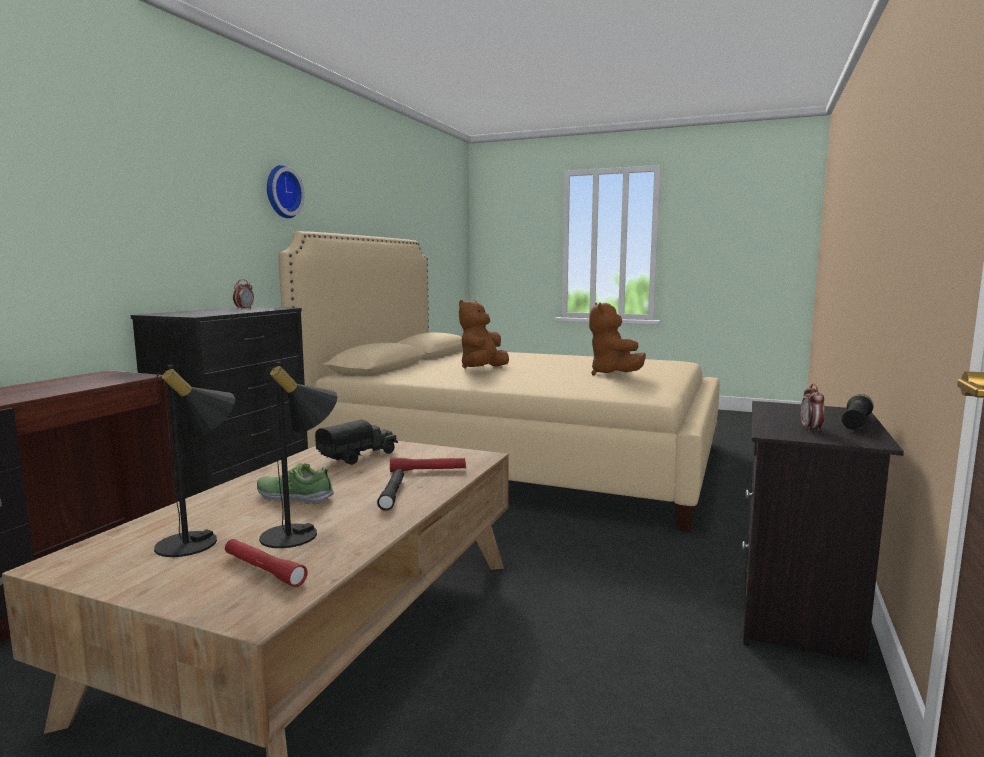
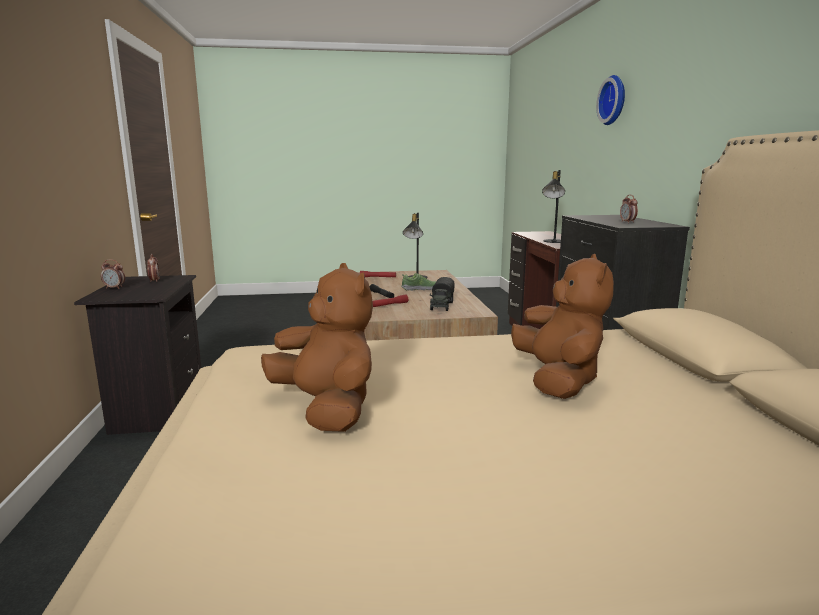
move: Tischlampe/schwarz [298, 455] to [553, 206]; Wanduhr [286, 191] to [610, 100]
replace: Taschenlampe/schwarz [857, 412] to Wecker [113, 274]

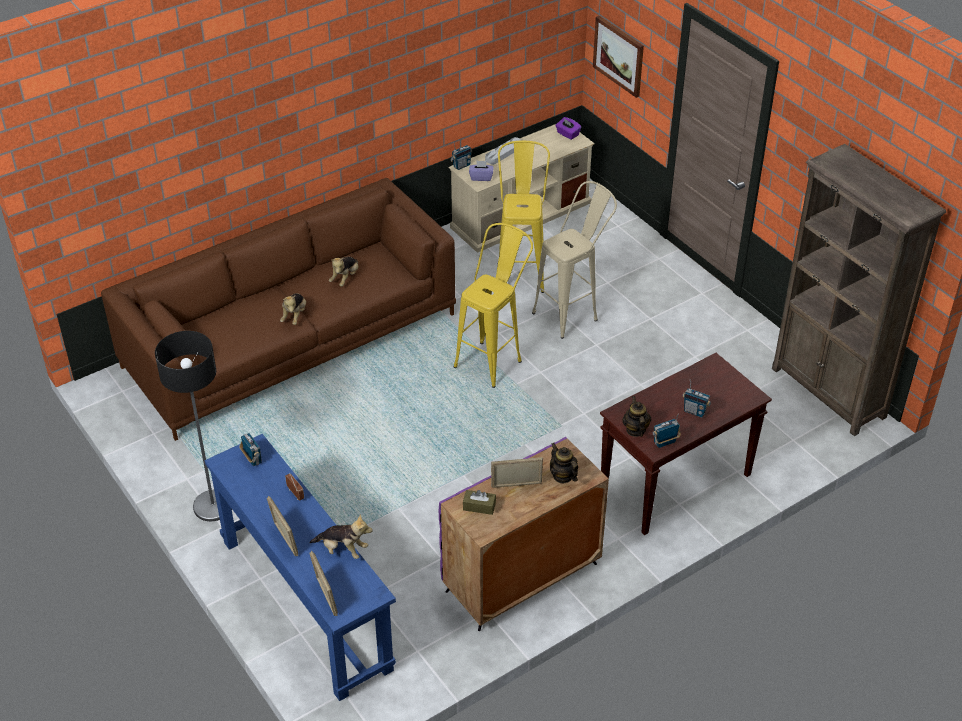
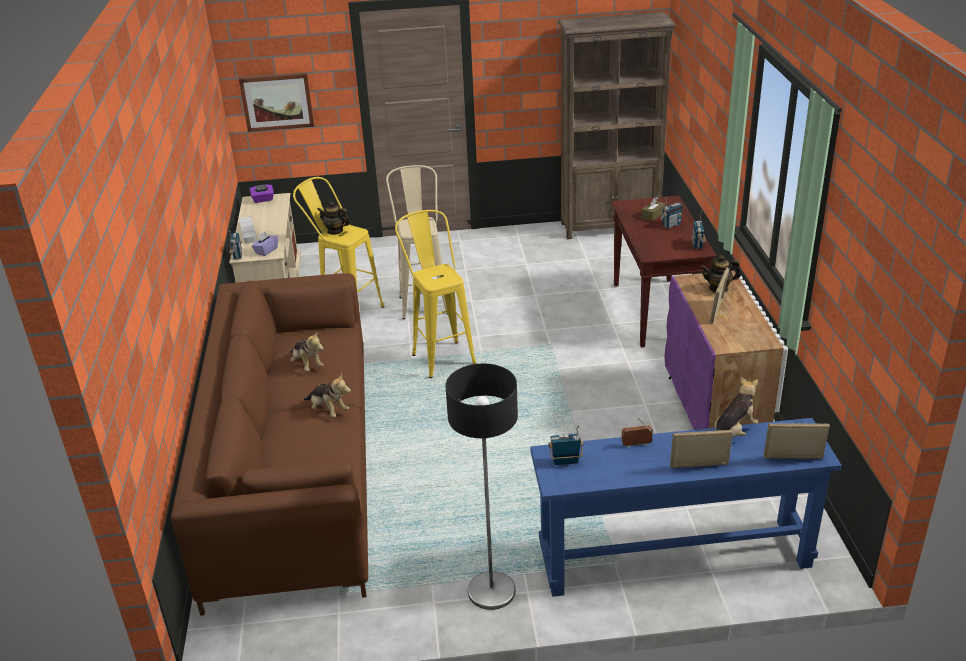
move: Teekanne [636, 416] to [333, 218]; Taschentuchbox/braun [479, 502] to [653, 209]

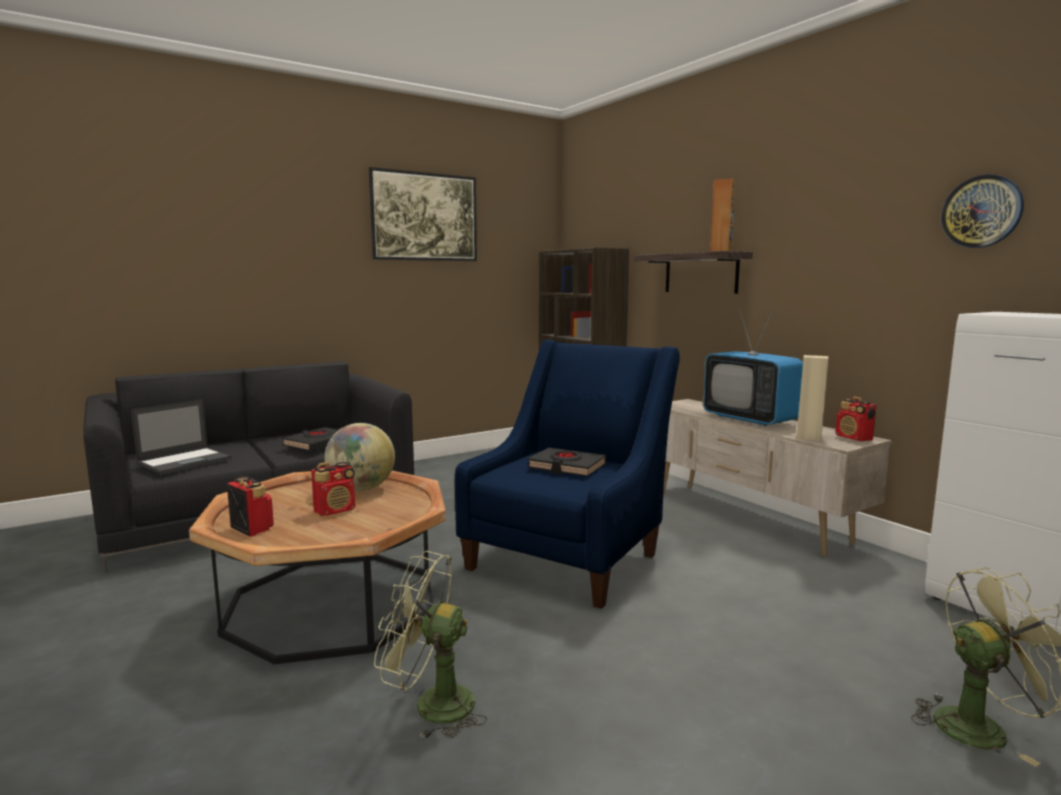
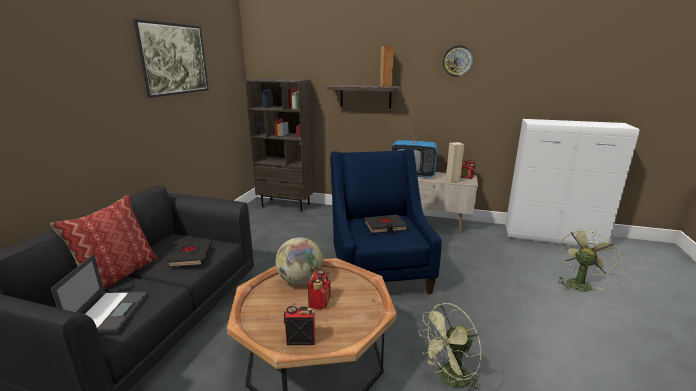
insert: Kissen [104, 242]
move: Wanduhr [982, 211] to [457, 61]

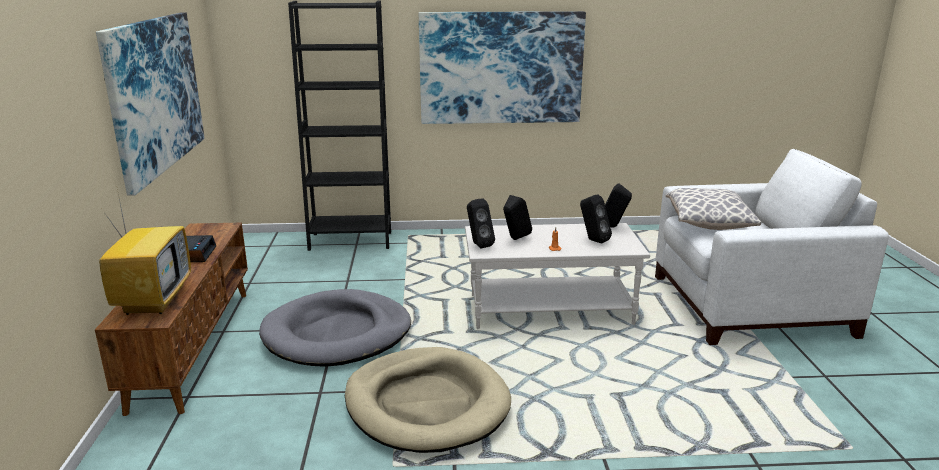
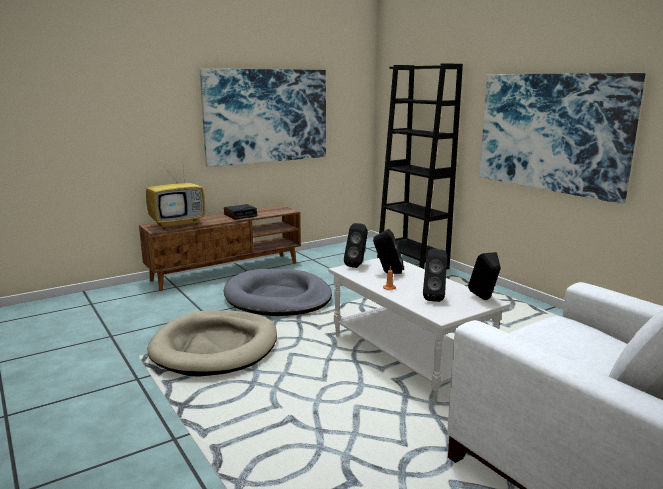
delete: Kissen [713, 209]

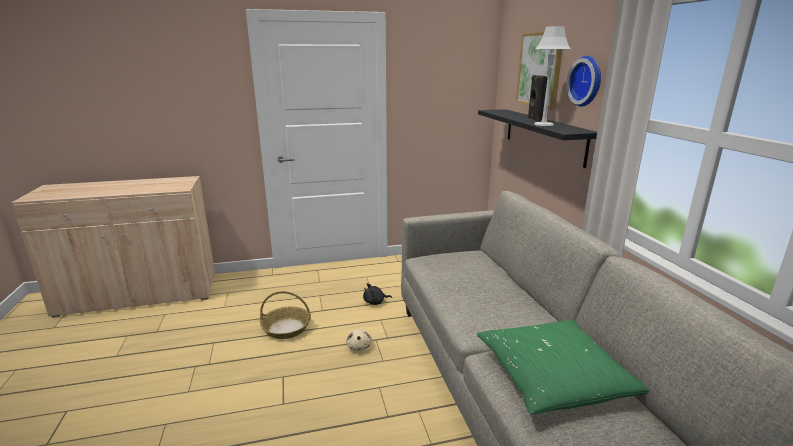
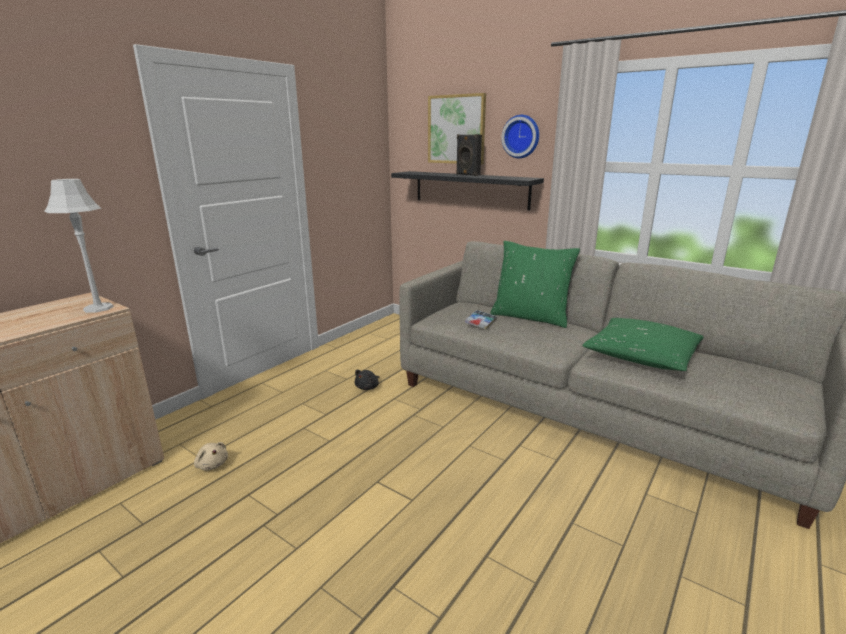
delete: Korb [285, 315]
insert: Buch [481, 319]; Kissen/grün [535, 284]
move: Tischlampe/grau [552, 76] to [79, 246]; Plüschtier/beige [359, 340] to [211, 456]

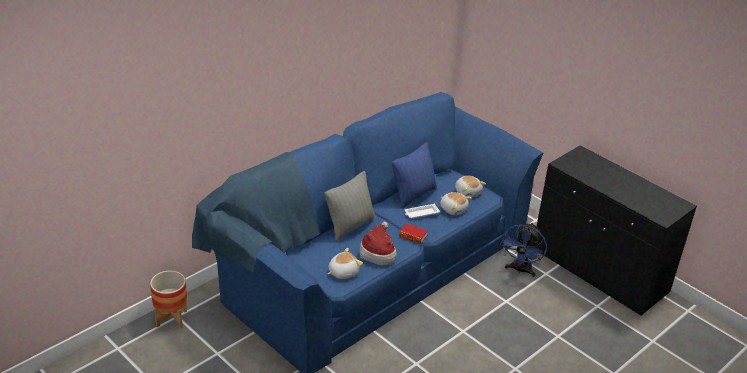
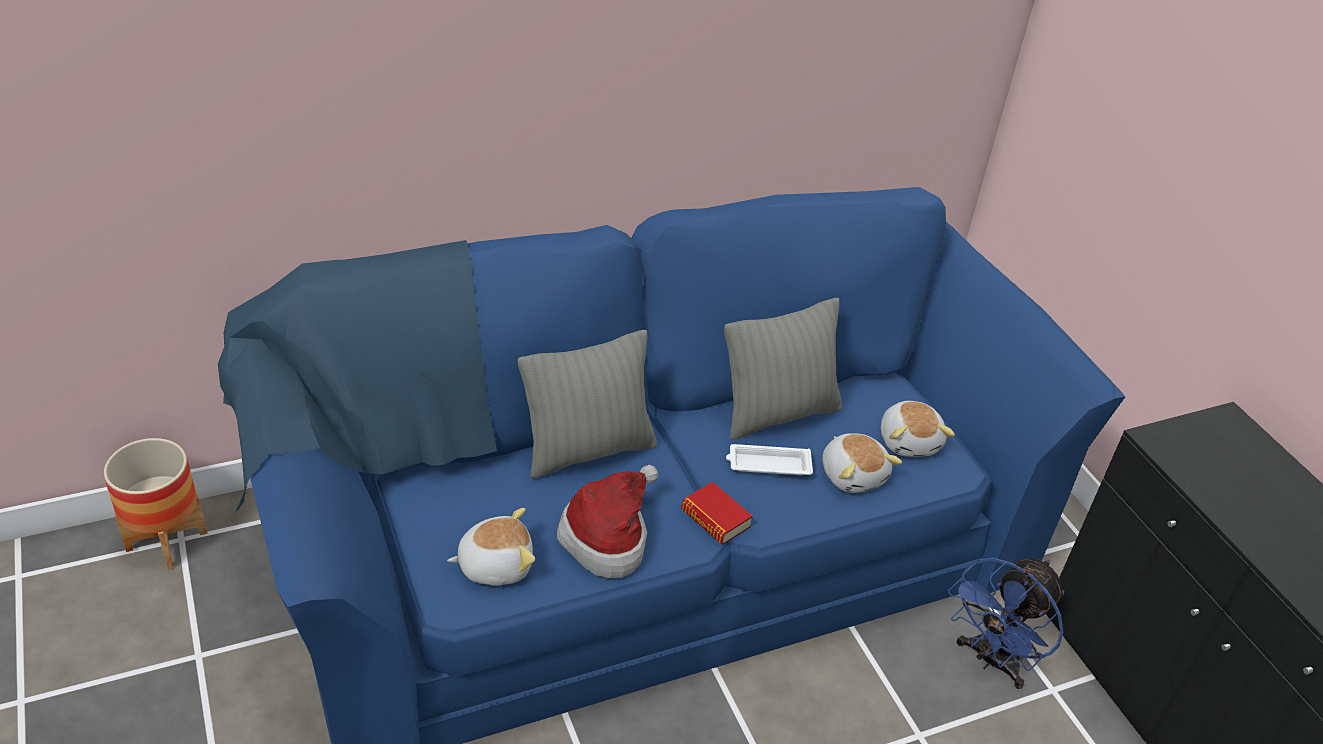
recolor: Kissen/blau [414, 175] to Kissen/grau [783, 369]

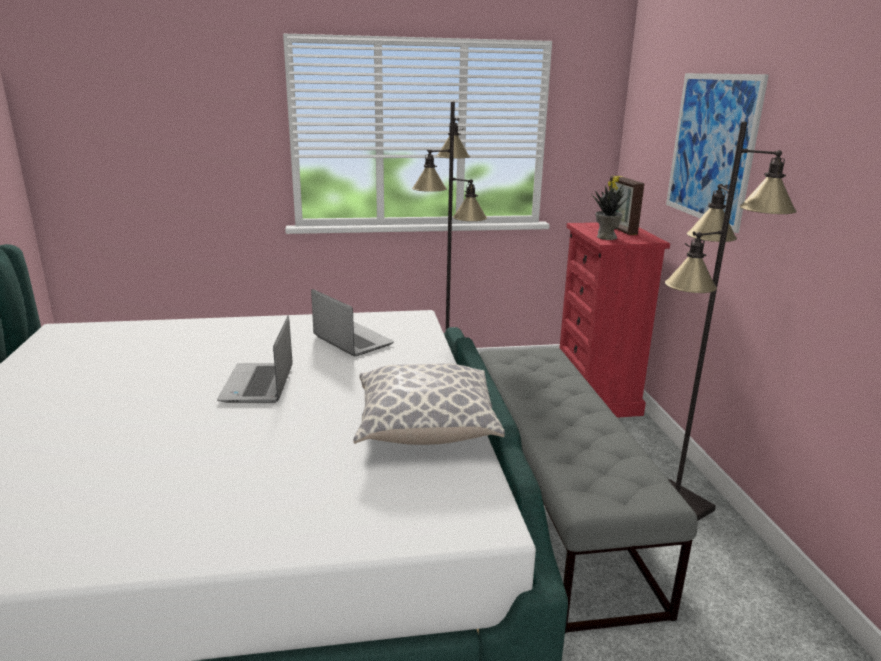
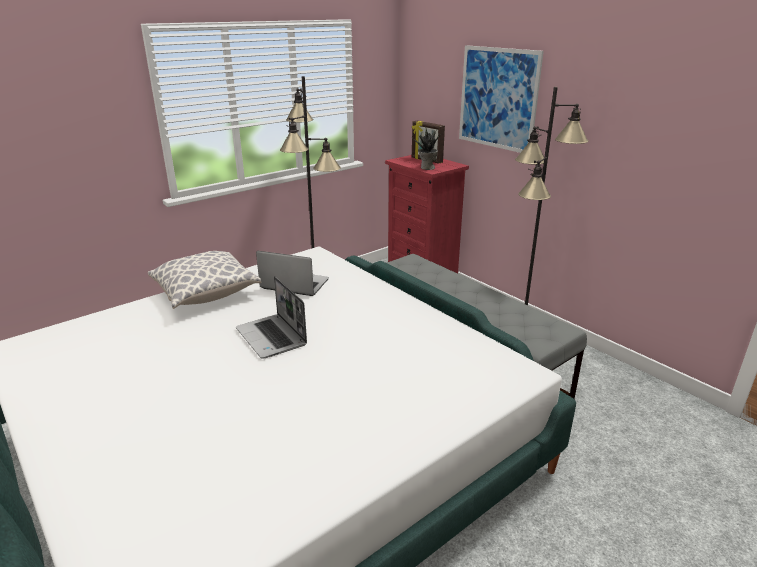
move: Kissen [429, 404] to [204, 280]

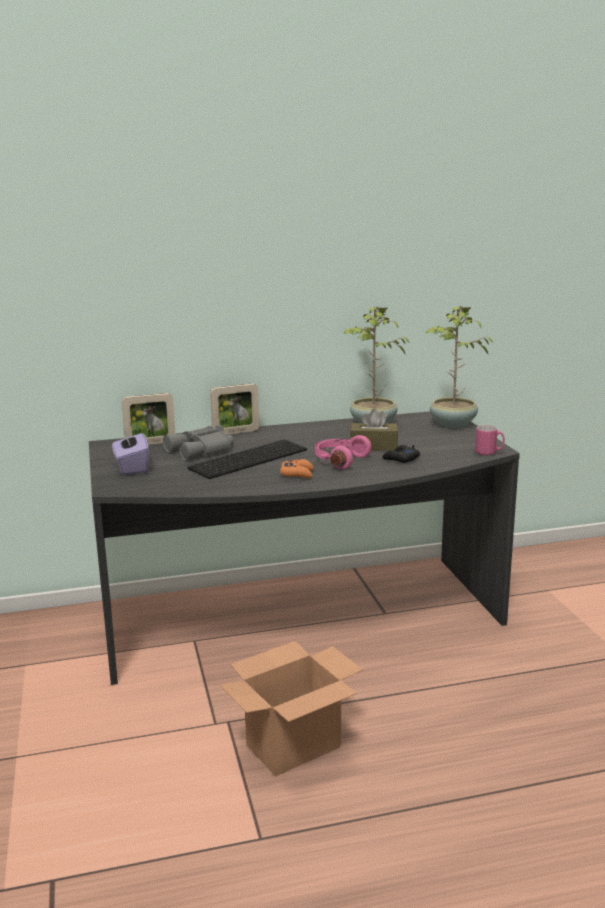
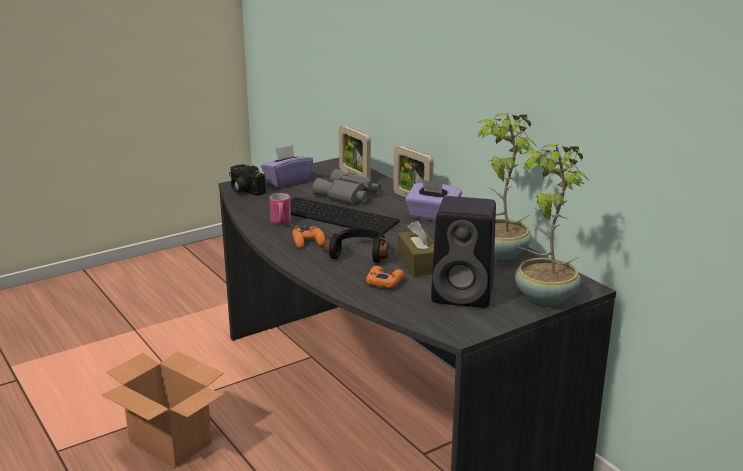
insert: Kamera [247, 180]; Taschentuchbox/lila [433, 200]; Lautsprecher/schwarz [463, 252]
move: Henkelbecher/rosa [490, 440] to [280, 208]
recolor: Kopfhörer/rosa [343, 452] to Kopfhörer/schwarz [356, 245]; Gamepad/schwarz [401, 454] to Gamepad/orange [385, 277]

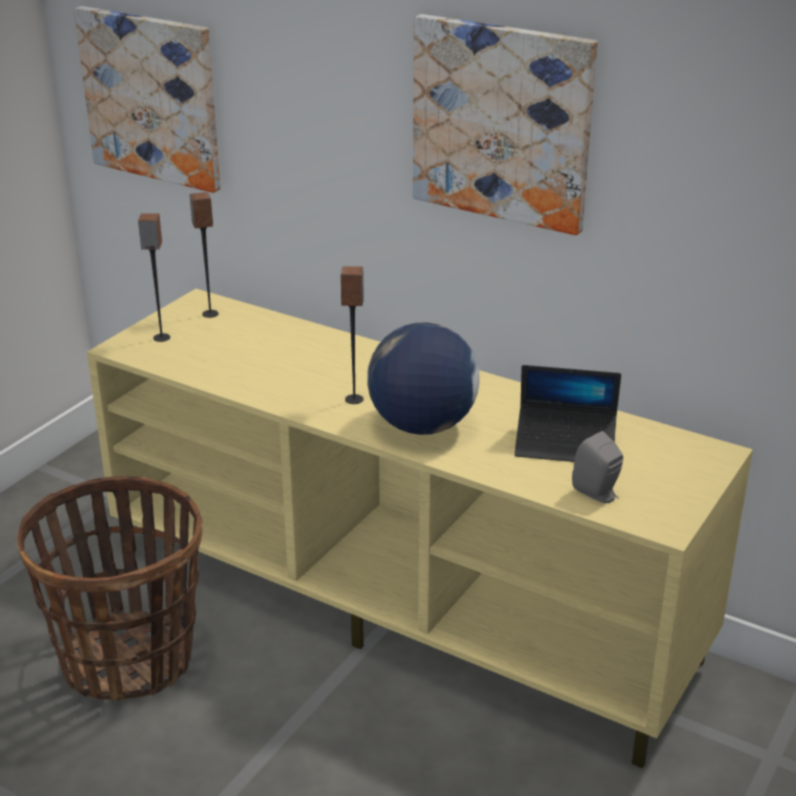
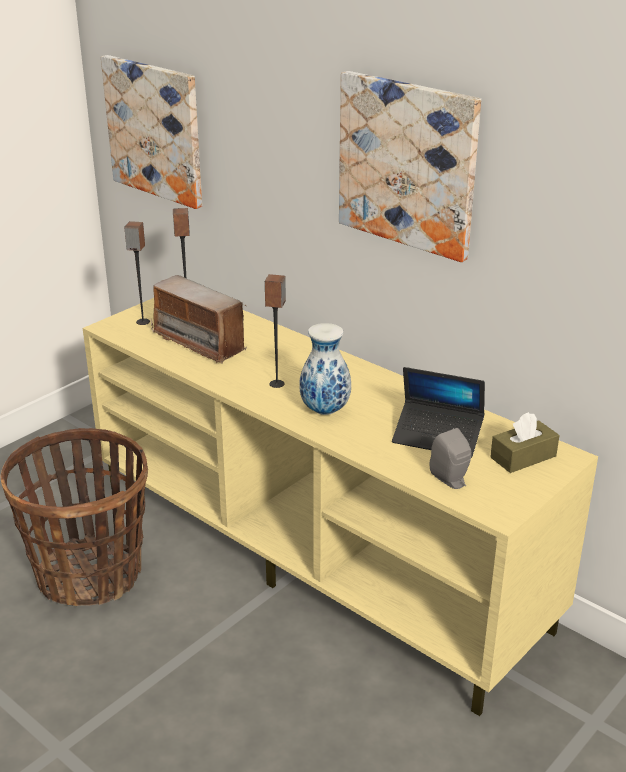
insert: Radio [199, 319]; Taschentuchbox/braun [524, 442]
replace: Globus [423, 378] to Vase [325, 369]

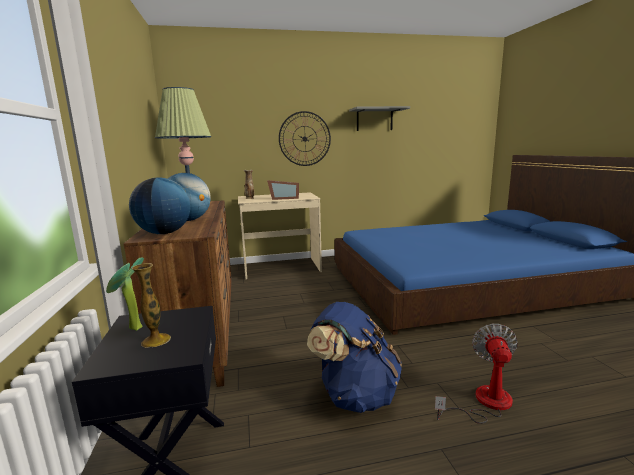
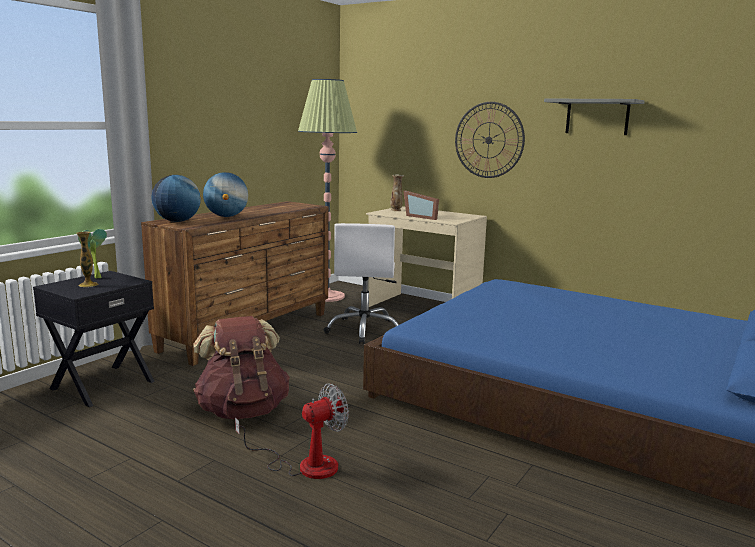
insert: Bürostuhl/weiß [361, 283]
recolor: Rucksack/blau [354, 357] to Rucksack/braun [241, 367]

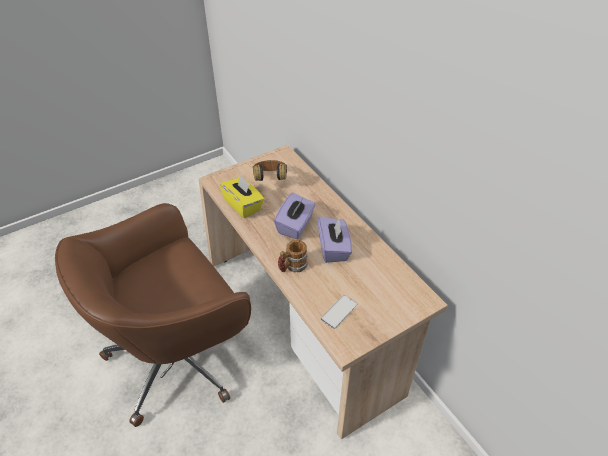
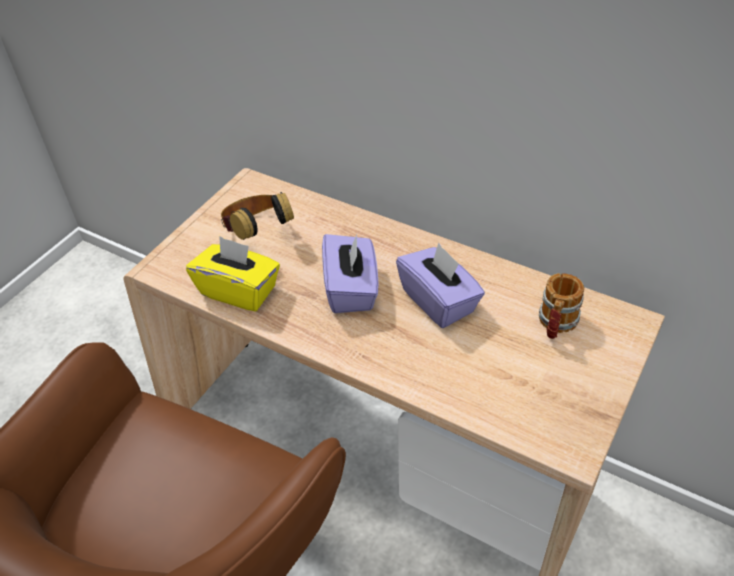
delete: Handy [339, 312]
move: Henkelbecher [293, 256] to [561, 306]

